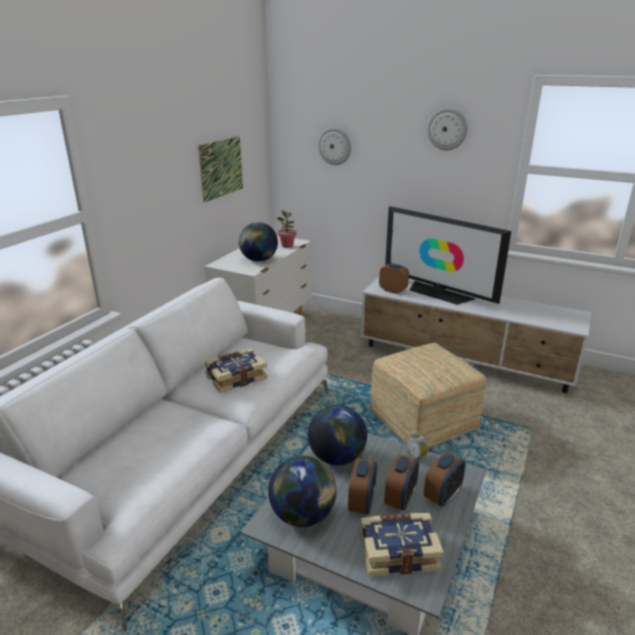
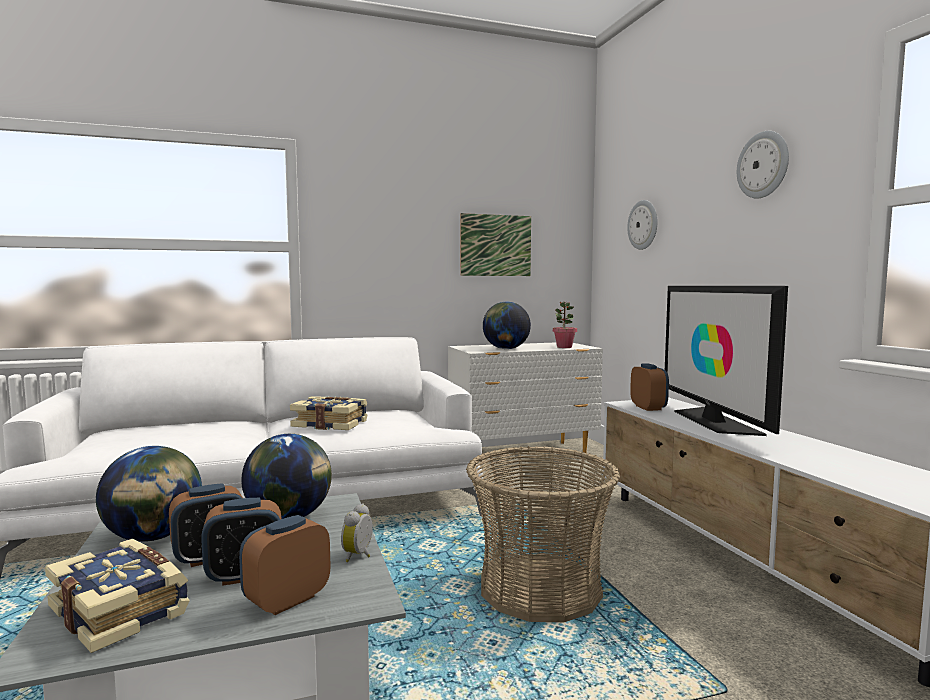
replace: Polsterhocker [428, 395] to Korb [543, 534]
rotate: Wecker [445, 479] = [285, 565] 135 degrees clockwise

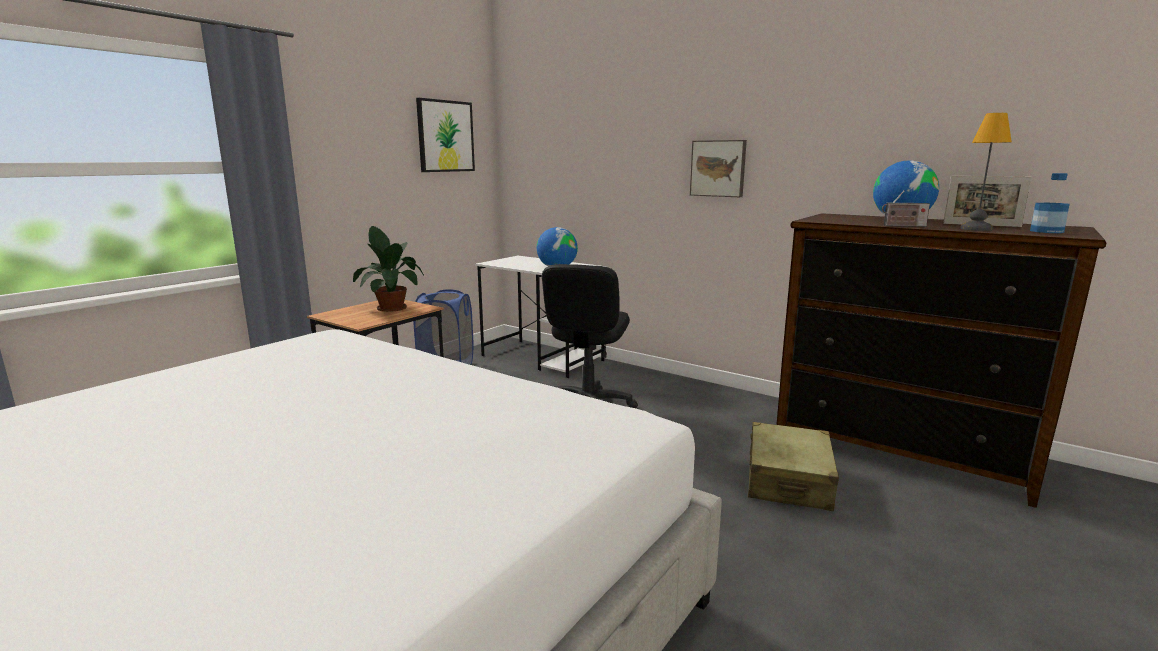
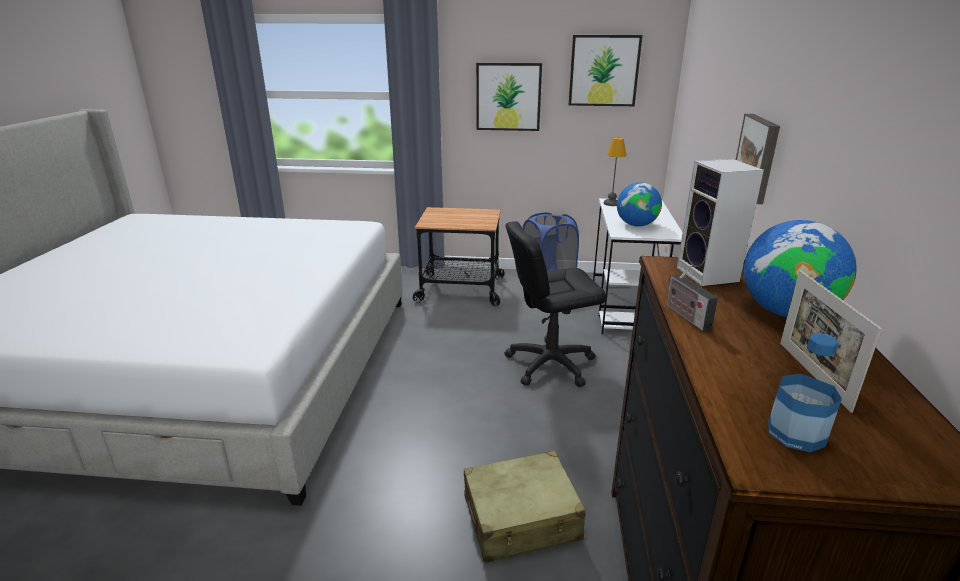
delete: Topfpflanze [388, 269]
insert: Bild [509, 97]; Lautsprecher [720, 222]
move: Tischlampe [986, 172] to [615, 172]

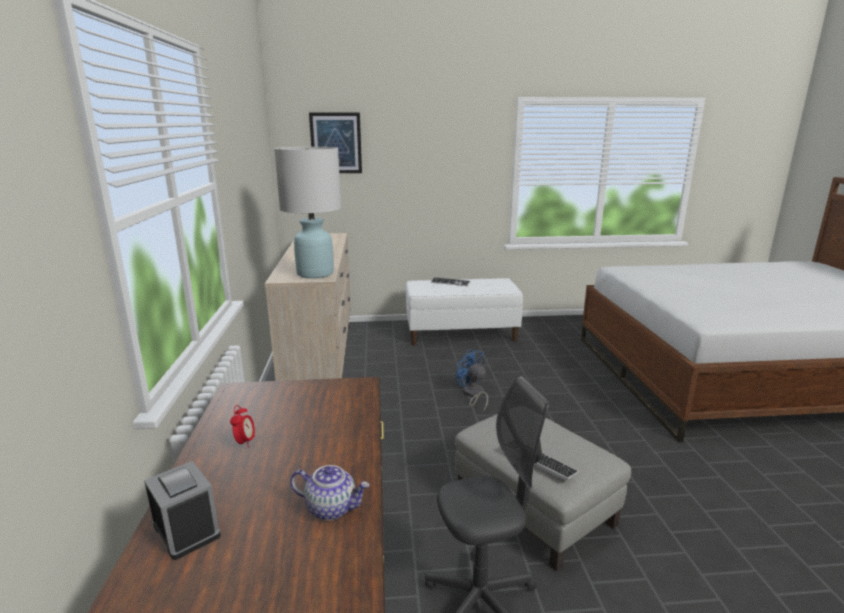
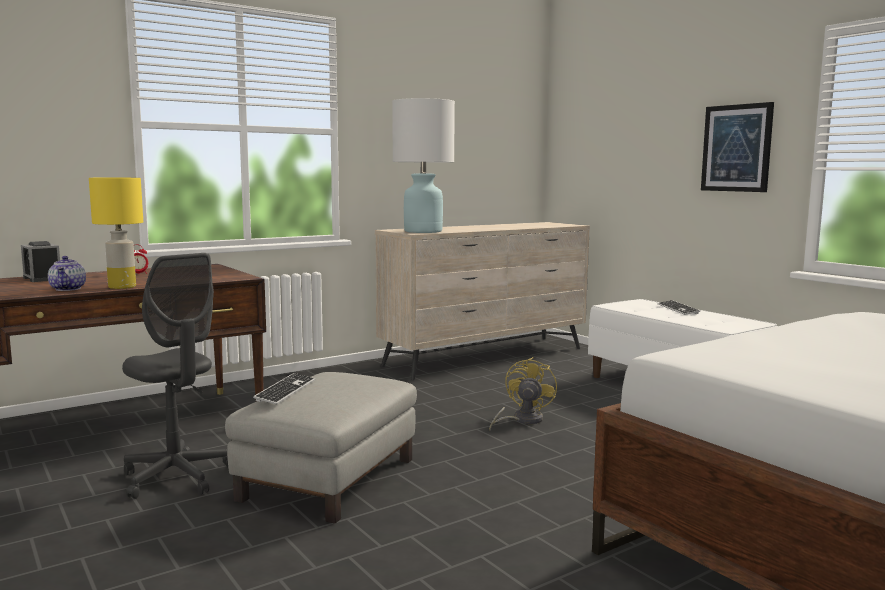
insert: Tischlampe/gelb [116, 233]
move: Bild [335, 142] to [737, 147]
recolor: Ventilator/blau [472, 380] to Ventilator/gelb [523, 393]
rotate: Wecker [182, 510] = [40, 261] 120 degrees clockwise

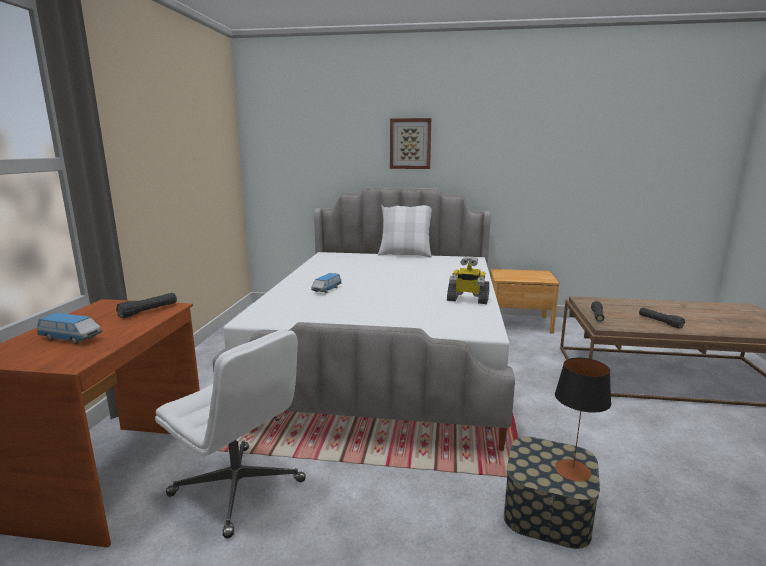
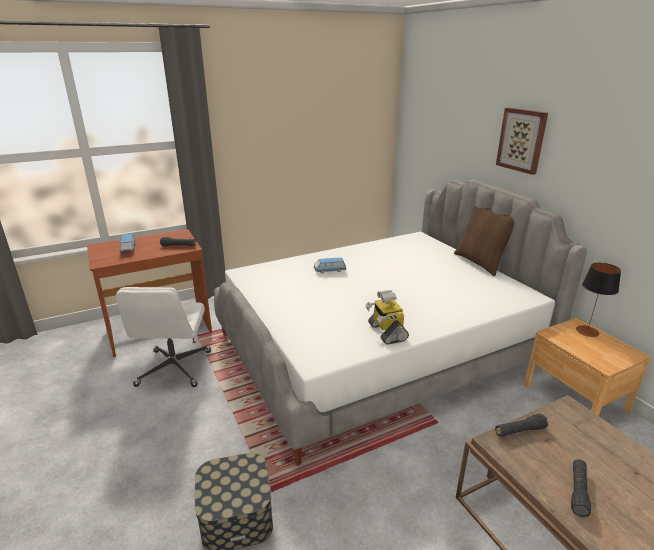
move: Tischlampe [583, 420] to [598, 300]
recolor: Kissen/weiß [405, 231] to Kissen/braun [484, 241]

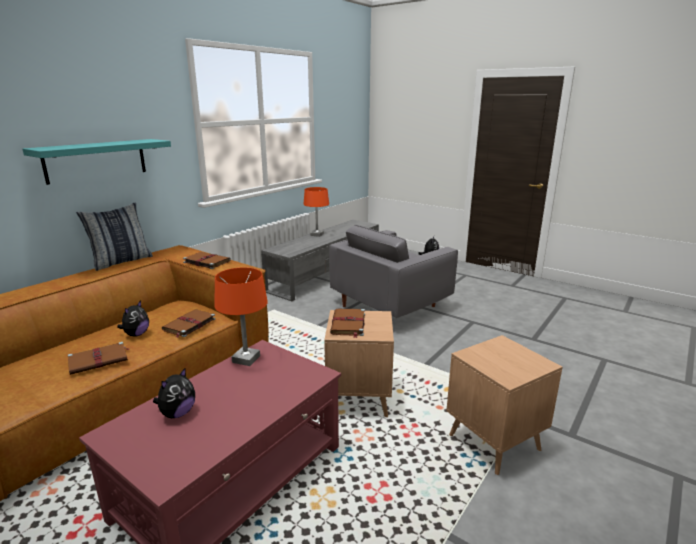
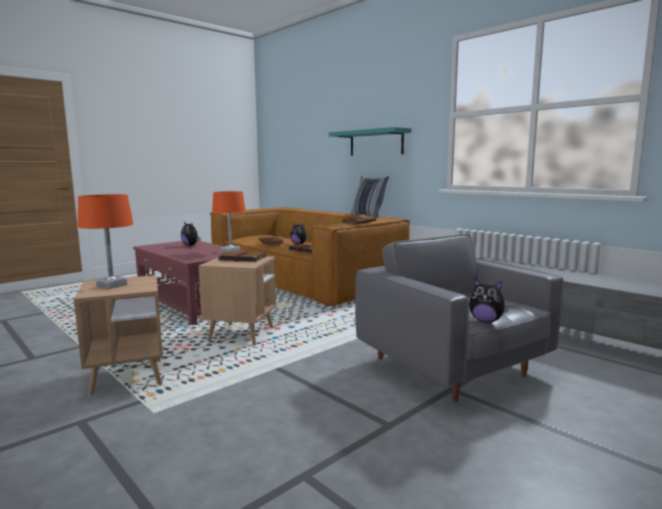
move: Tischlampe/orange [316, 212] to [105, 241]

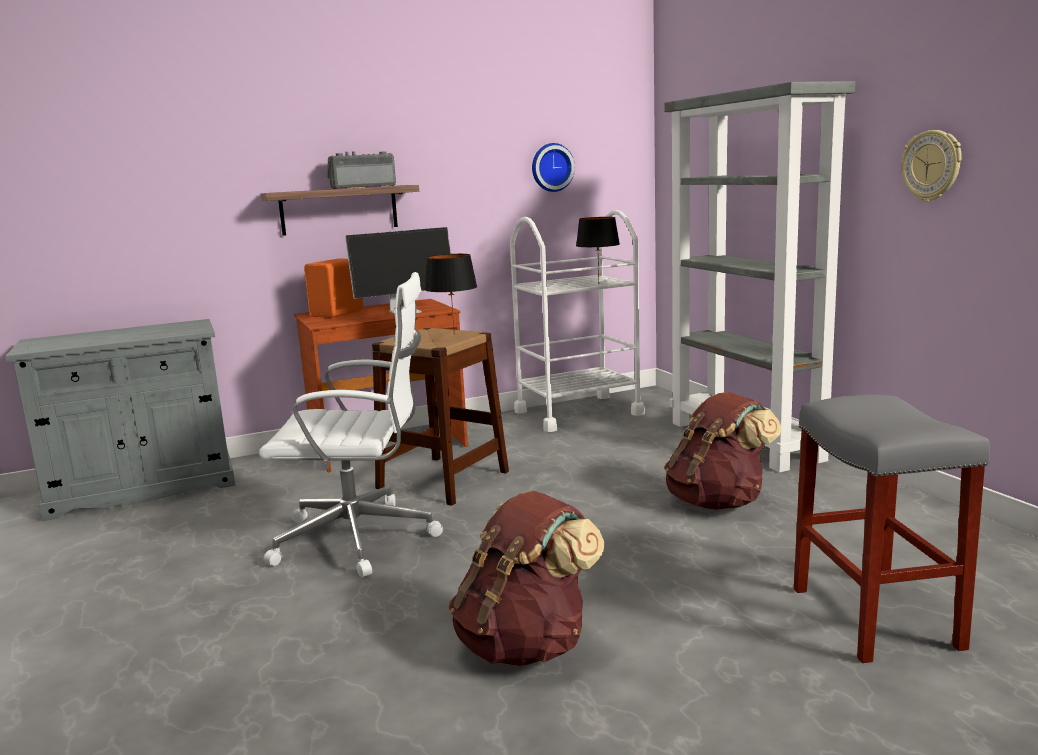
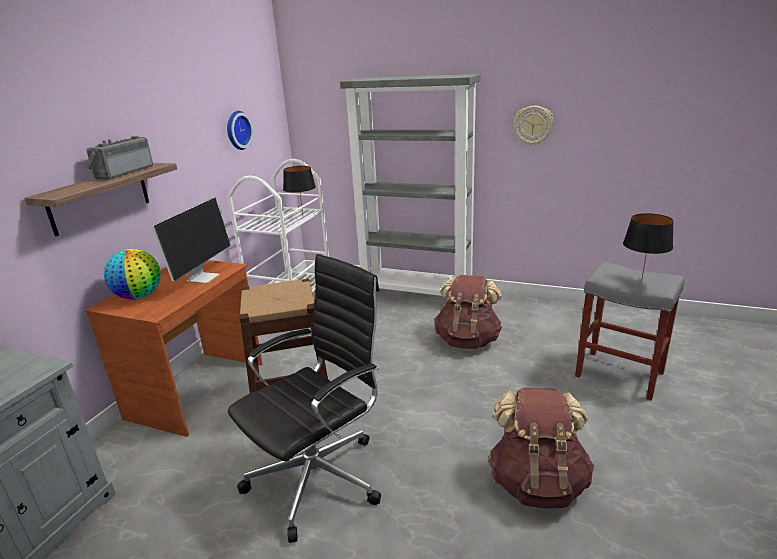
move: Tischlampe/schwarz [451, 294] to [648, 248]
replace: Lautsprecher/orange [333, 288] to Globus [132, 274]
recolor: Bürostuhl/weiß [351, 424] to Bürostuhl/schwarz [304, 398]

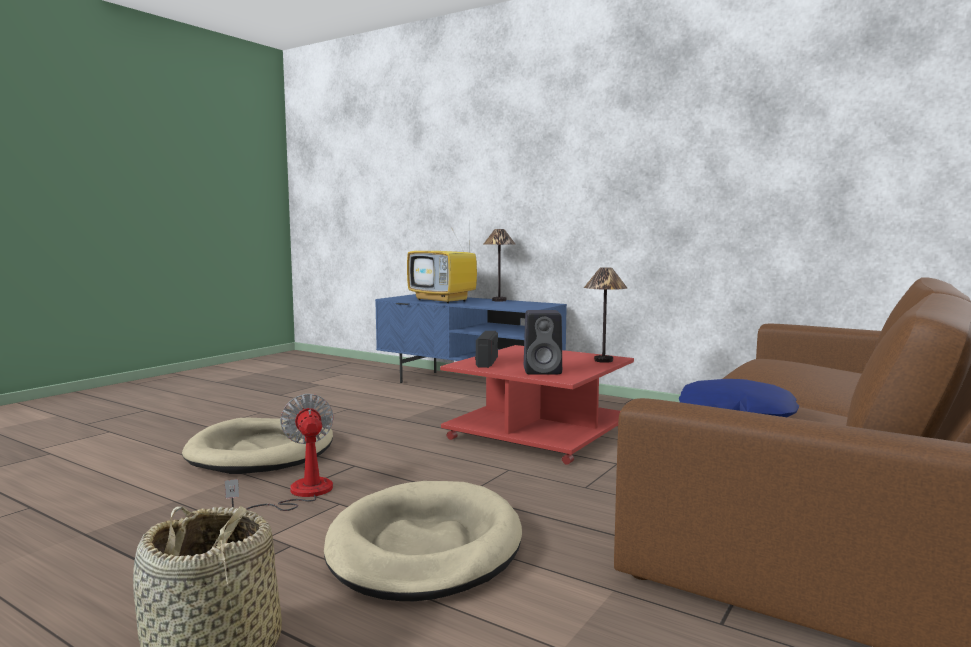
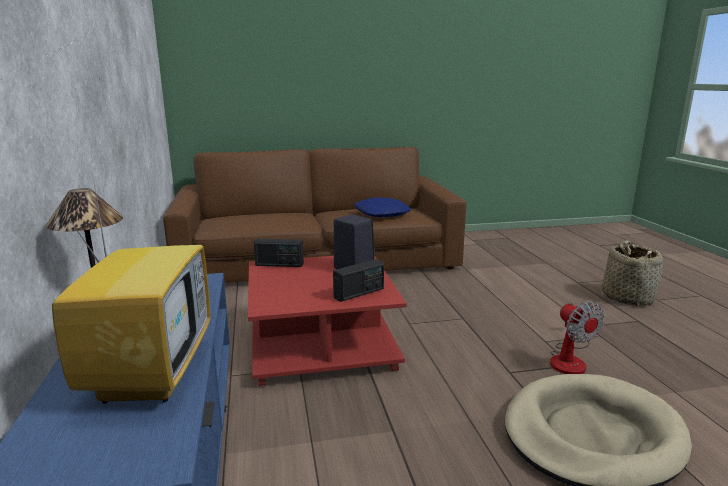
delete: Hundebett/beige [423, 541]
replace: Tischlampe [605, 315] to Radio [279, 253]
rotate: Ventilator [279, 452] = [577, 337] 45 degrees counterclockwise

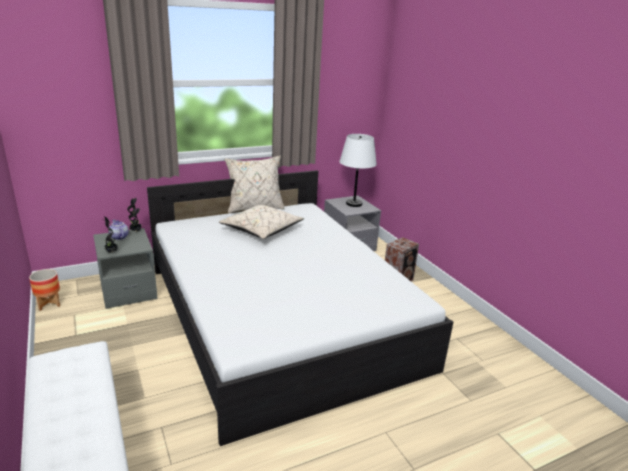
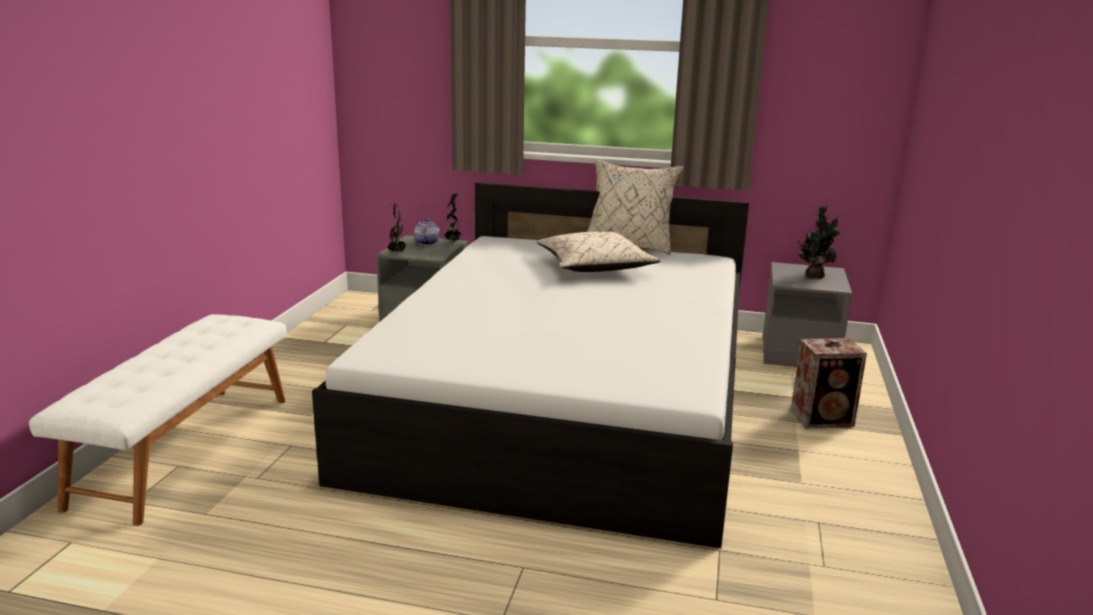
delete: Pflanzkübel [44, 290]
replace: Tischlampe/weiß [358, 170] to Topfpflanze [818, 242]

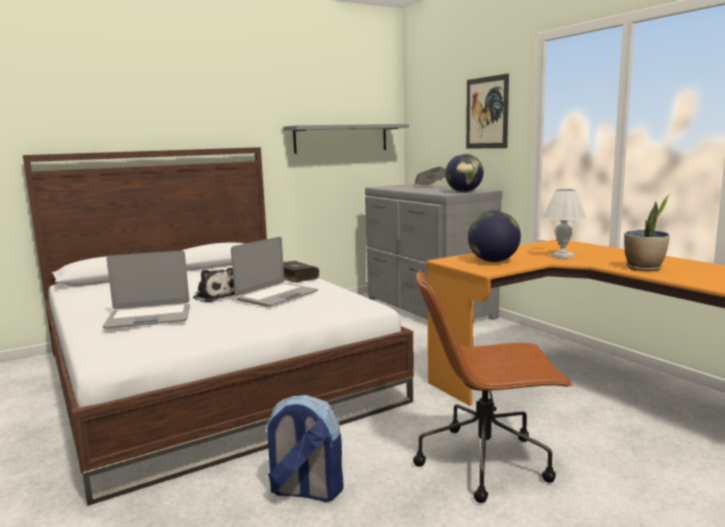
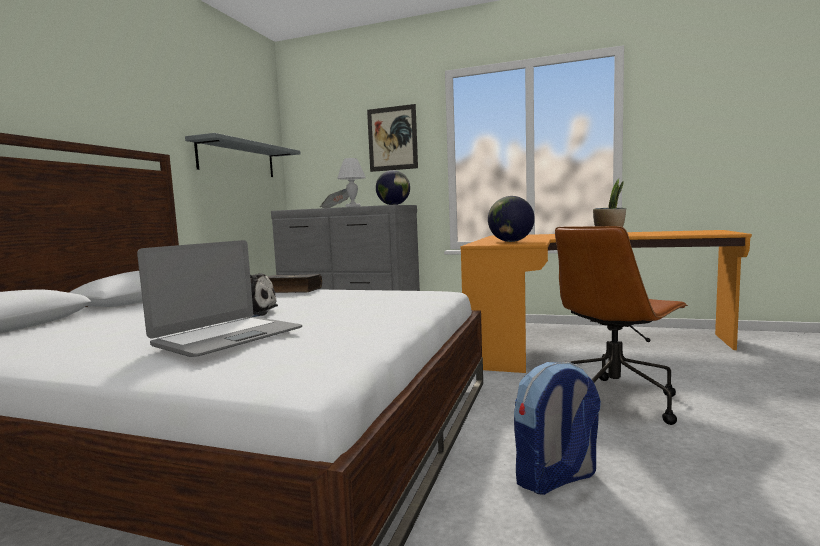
delete: Laptop [274, 271]
move: Tischlampe/weiß [564, 224] to [351, 182]

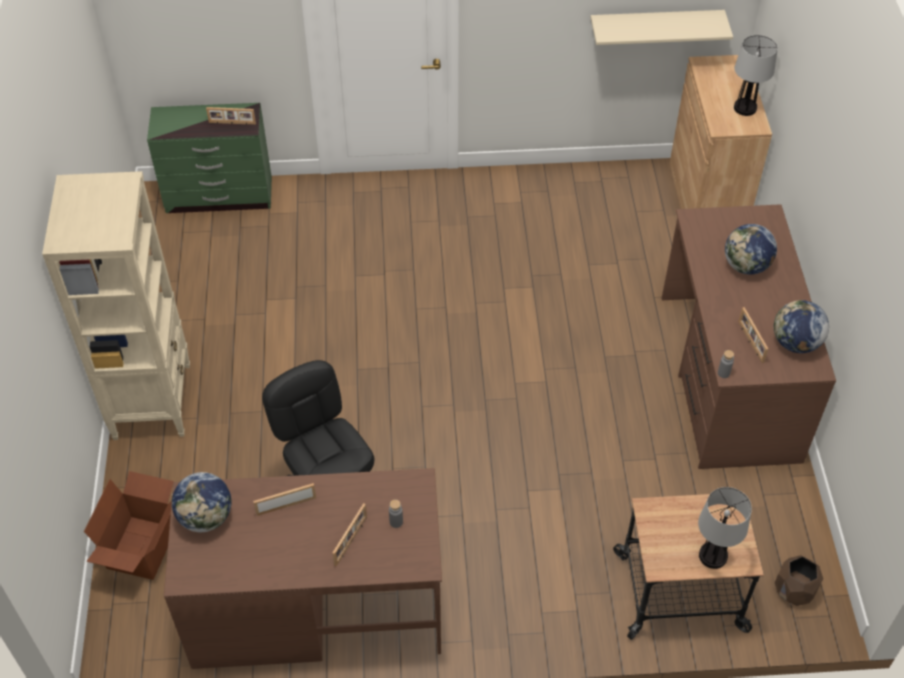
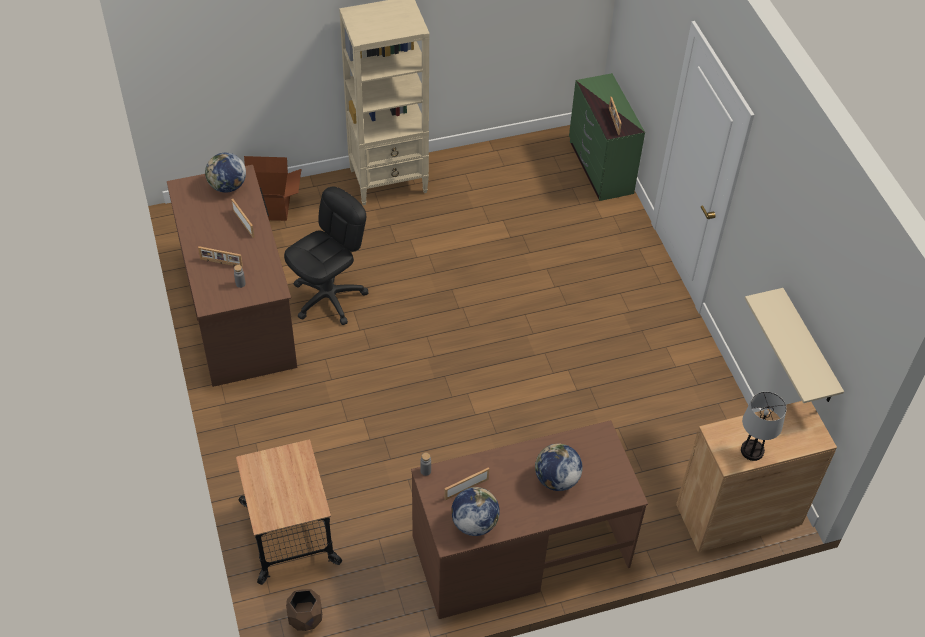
delete: Tischlampe [725, 528]

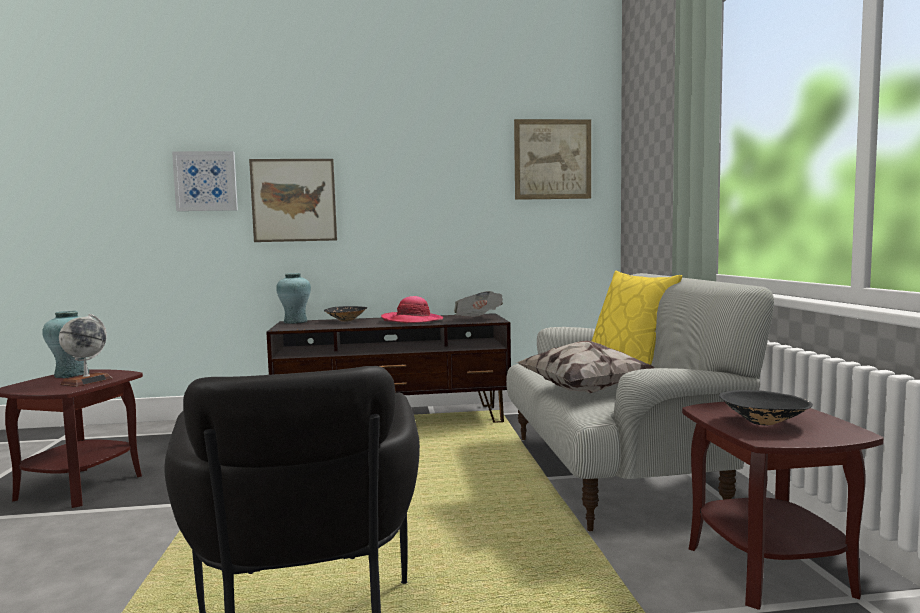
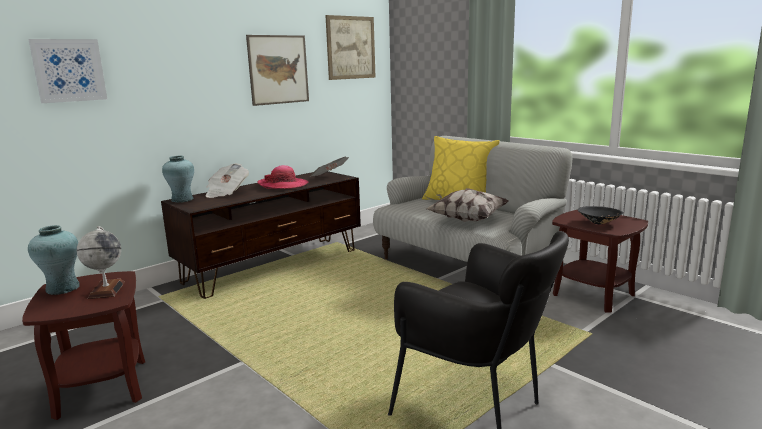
move: Bild [293, 200] to [277, 70]
replace: Schüssel/schwarz [345, 314] to Zeitung [227, 181]

